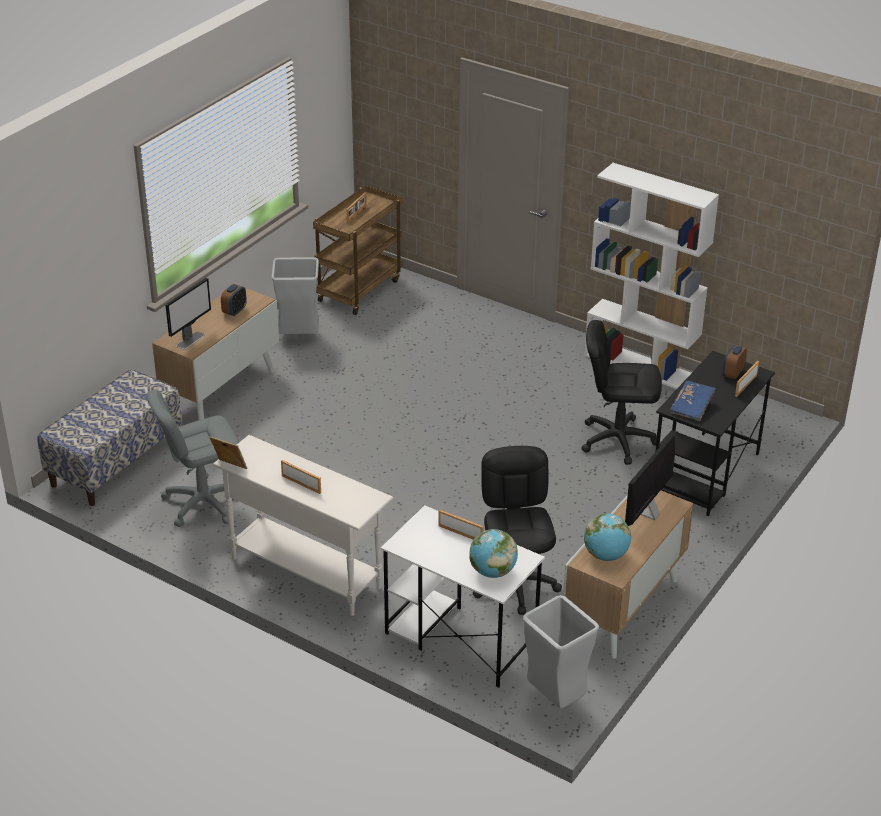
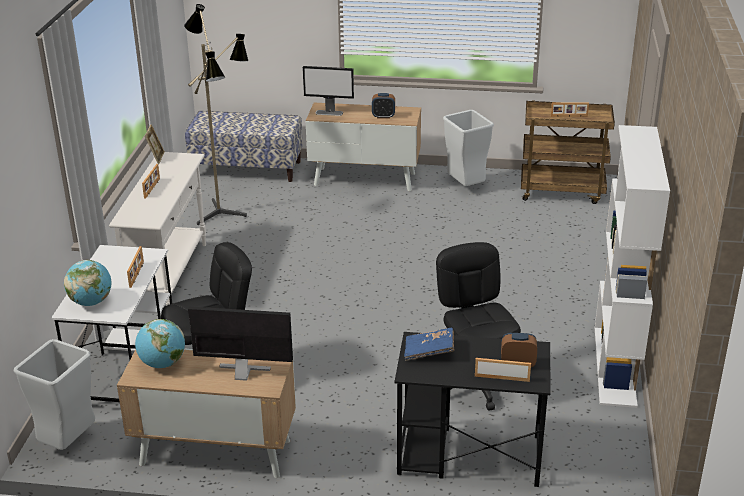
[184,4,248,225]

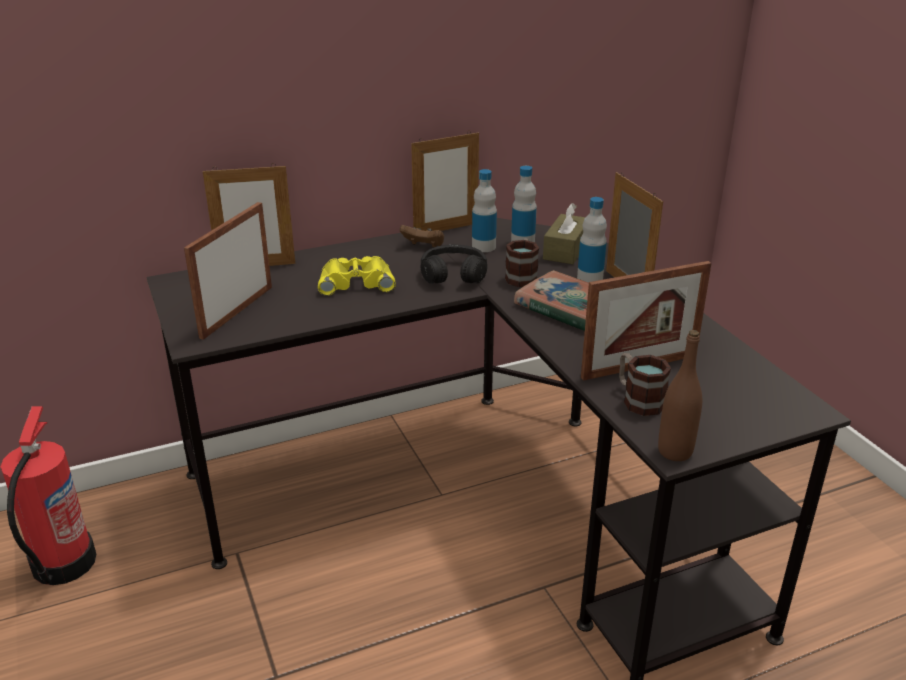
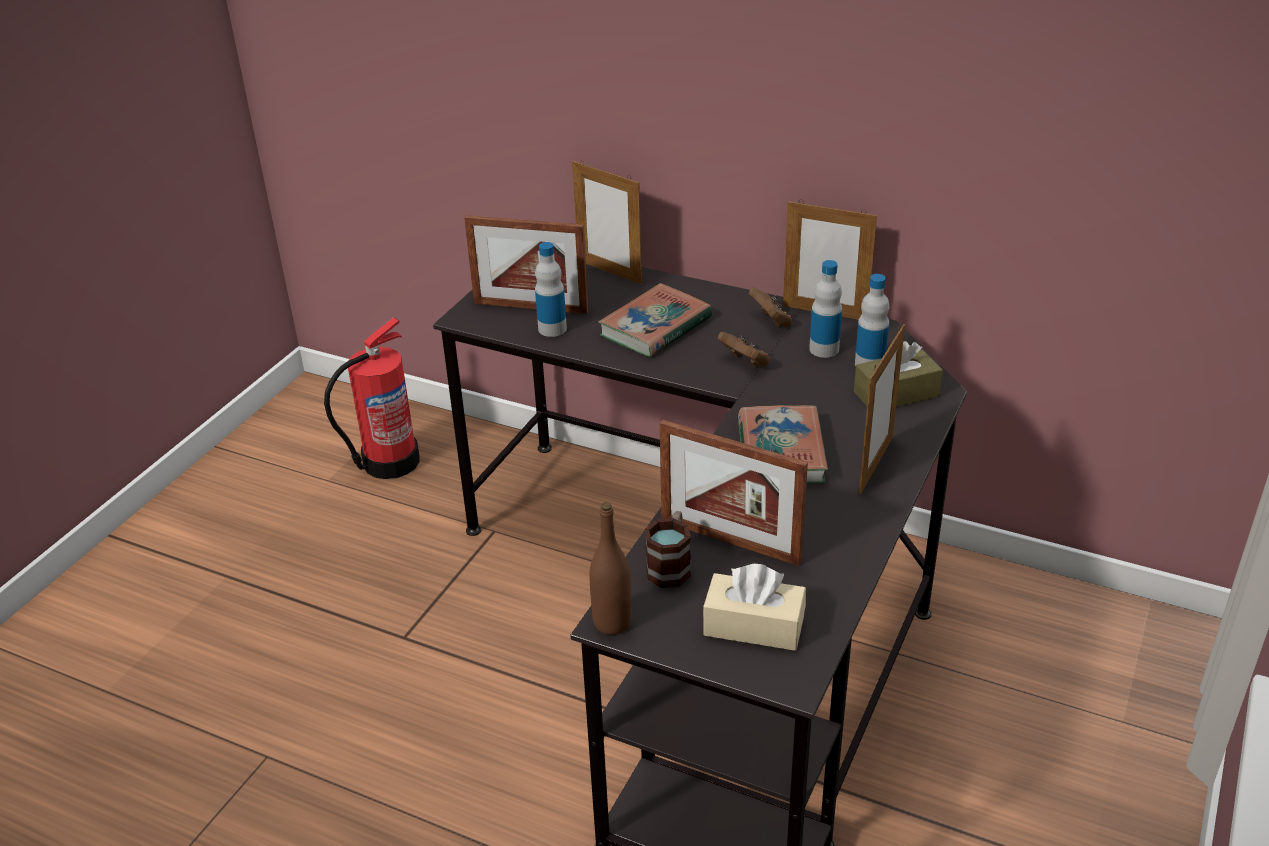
[505,238,539,287] (first image)
[703,564,806,651]
[535,242,567,337]
[598,283,712,357]
[717,332,770,368]
[464,215,588,314]

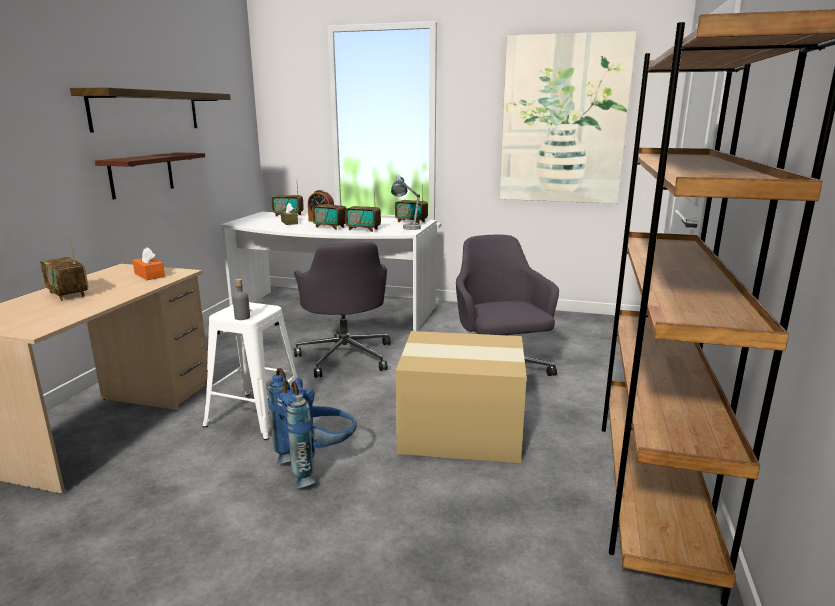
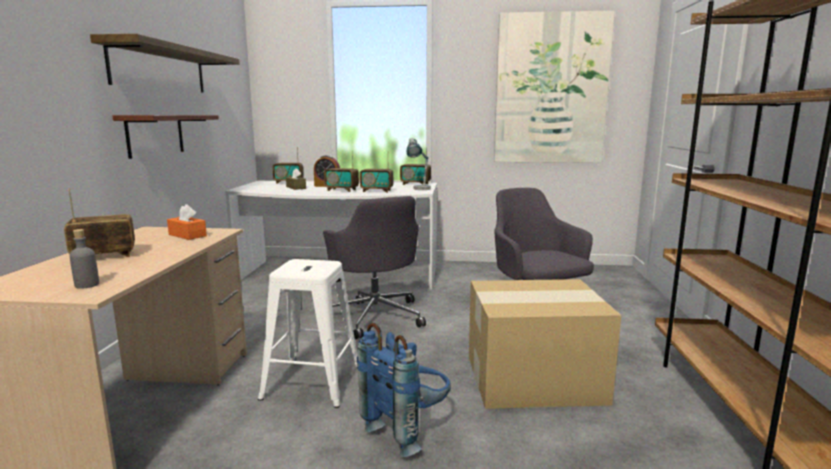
[69,229,99,289]
[64,189,135,257]

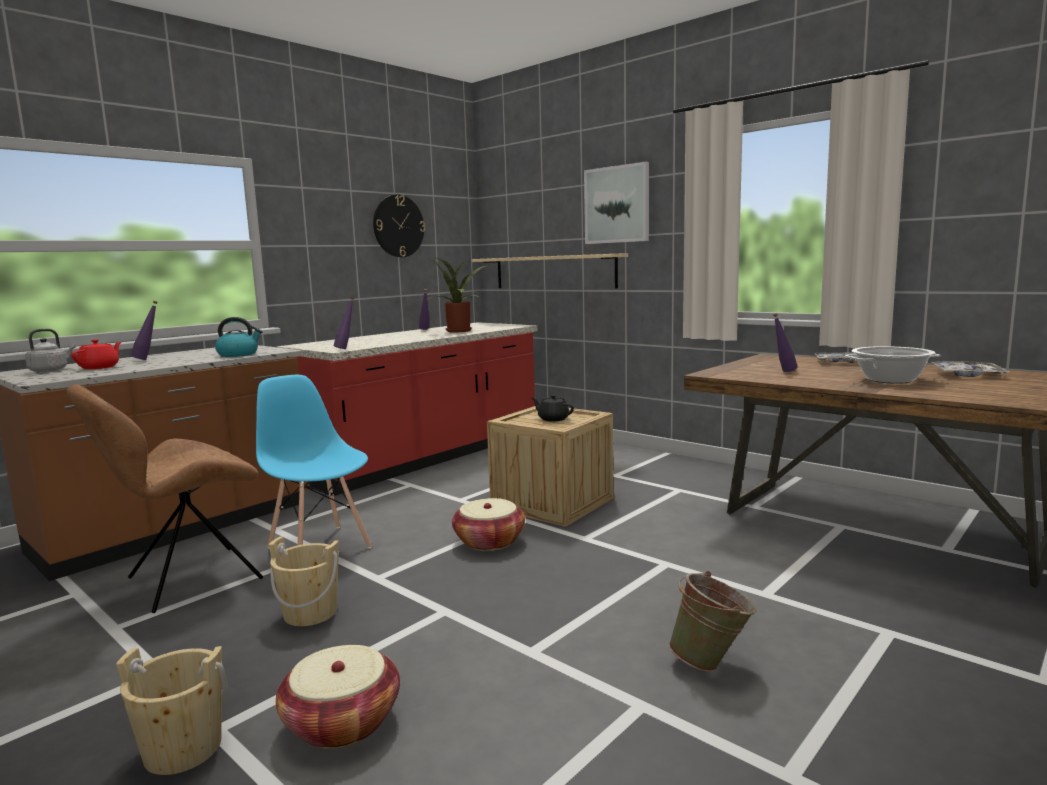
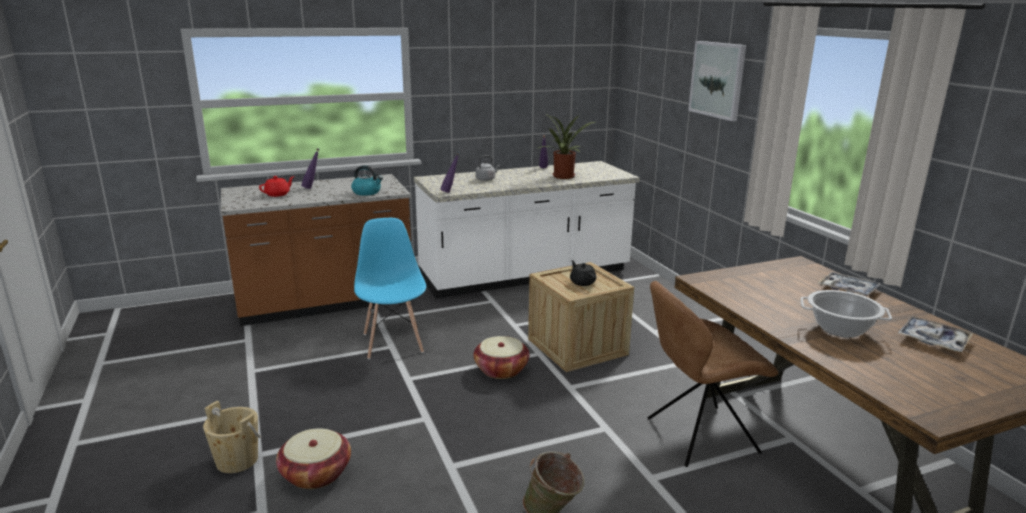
[268,536,339,626] (first image)
[373,194,425,257] (first image)
[472,253,628,288] (first image)
[773,313,798,372] (first image)
[475,155,500,181]
[648,281,778,467]
[414,161,640,298]

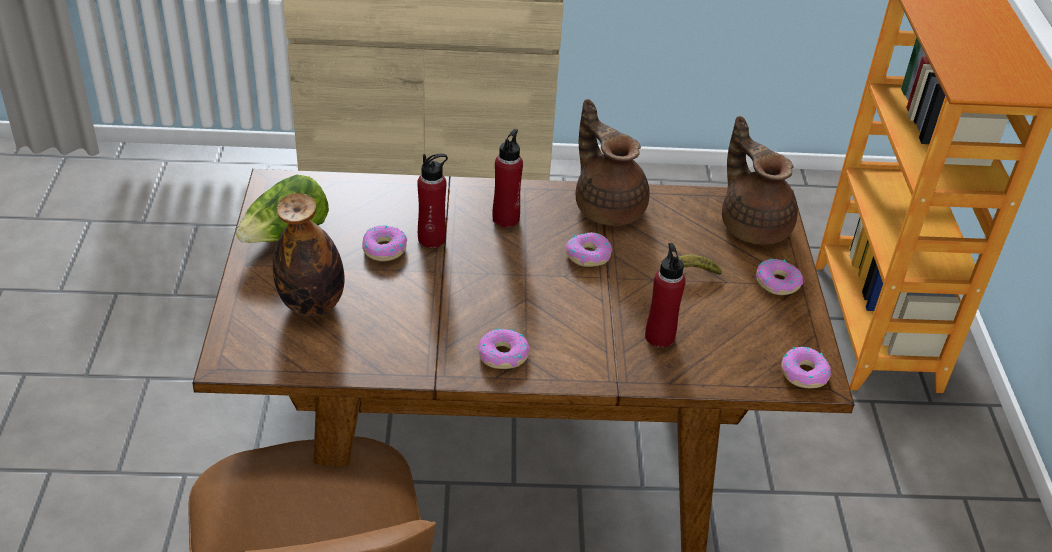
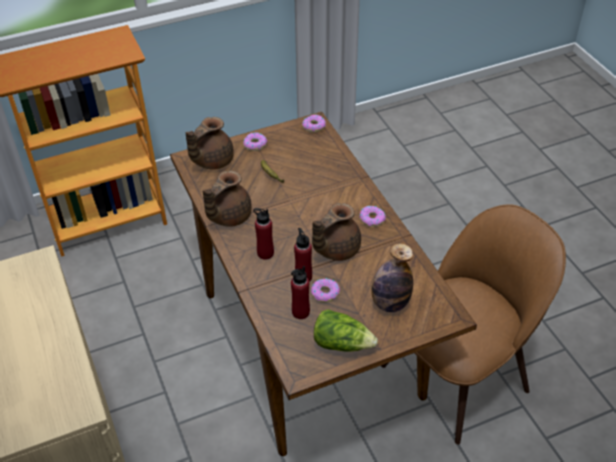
[566,232,612,267] (first image)
[312,203,361,261]
[291,266,310,319]

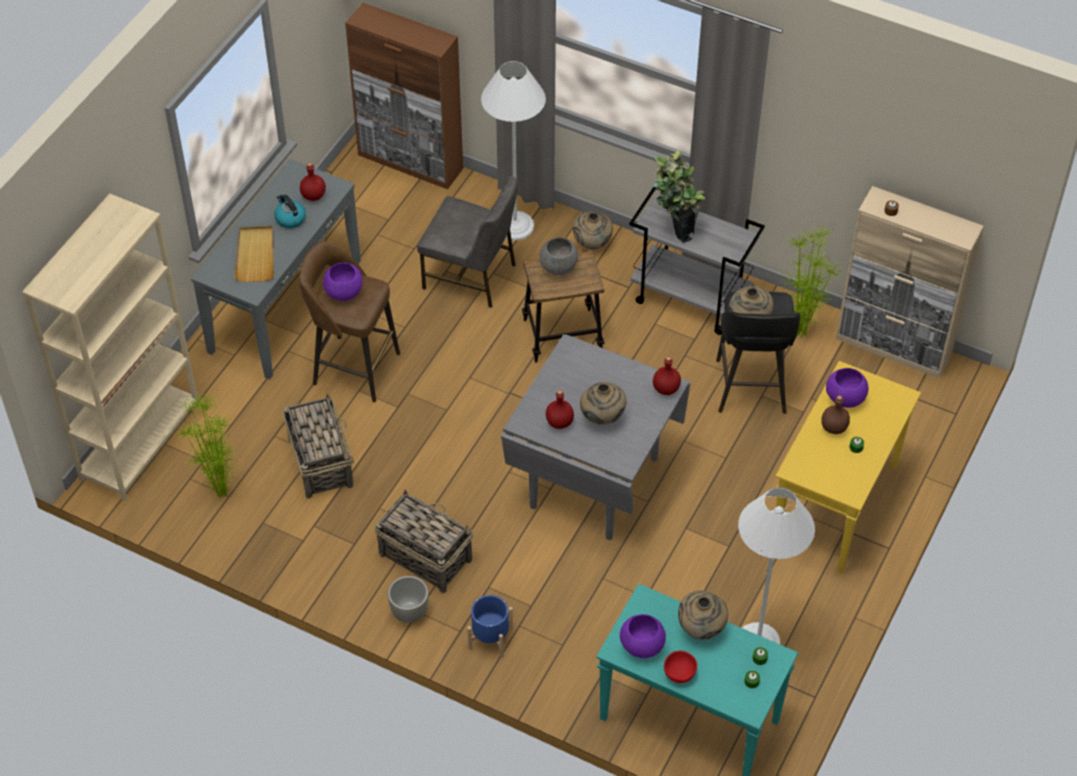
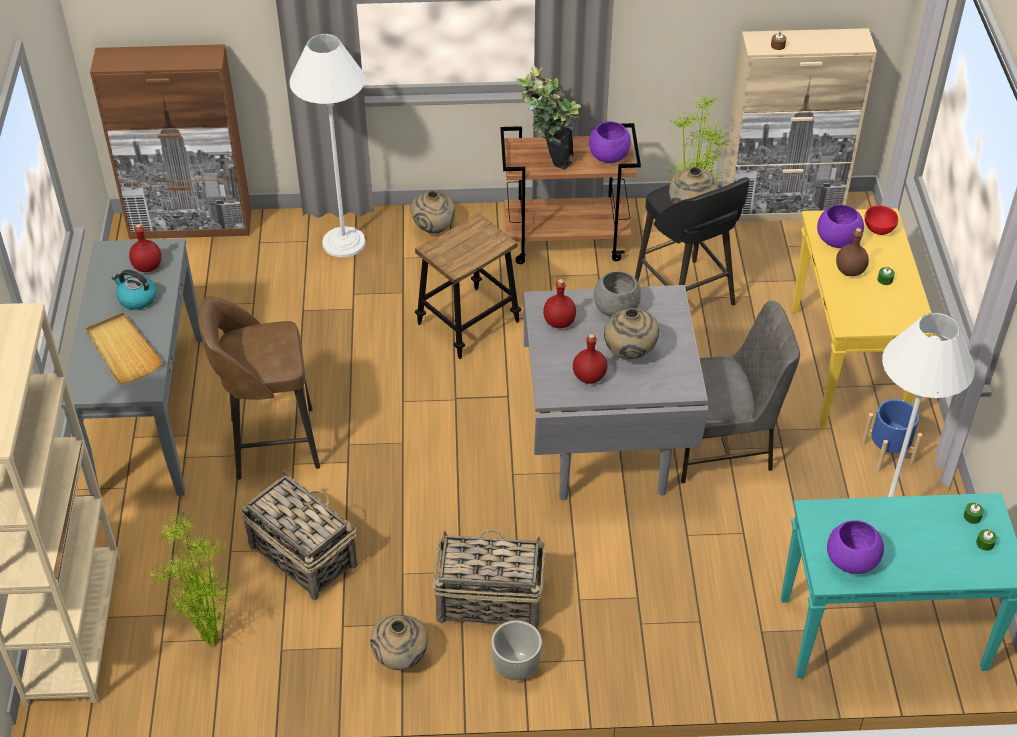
[589,121,631,163]
[678,300,800,483]
[862,399,922,471]
[594,271,641,317]
[543,279,576,328]
[865,206,898,235]
[370,614,428,670]
[500,123,641,264]

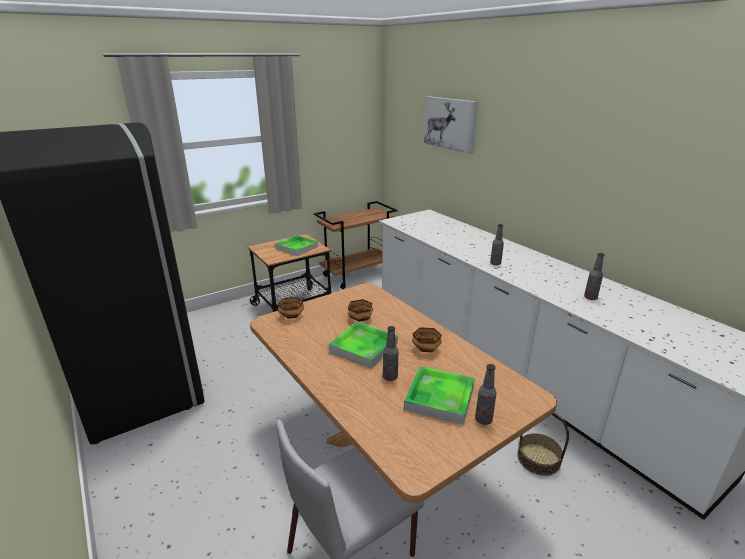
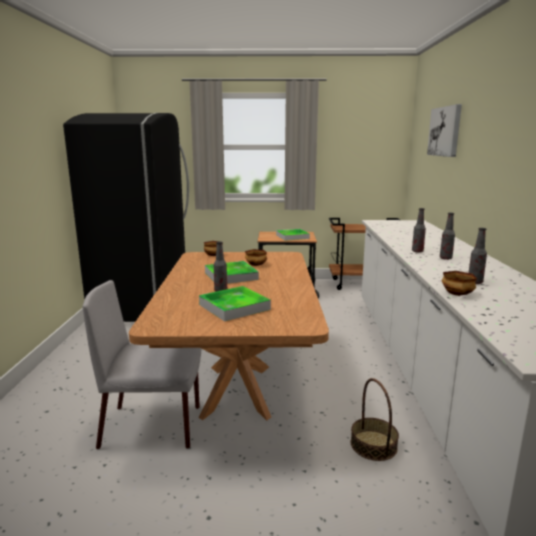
[442,271,477,296]
[440,213,455,260]

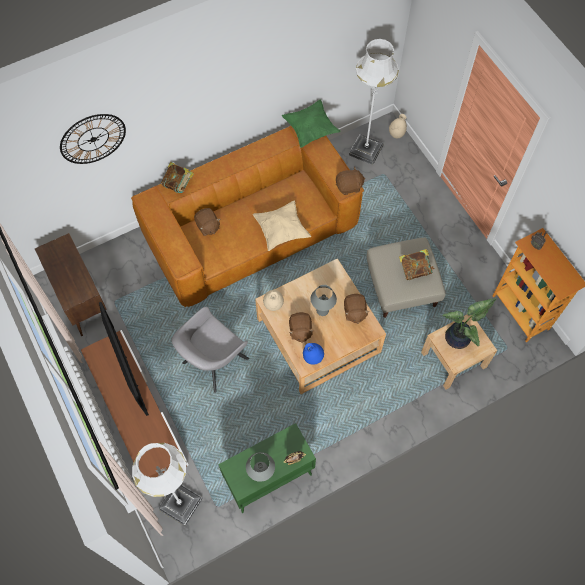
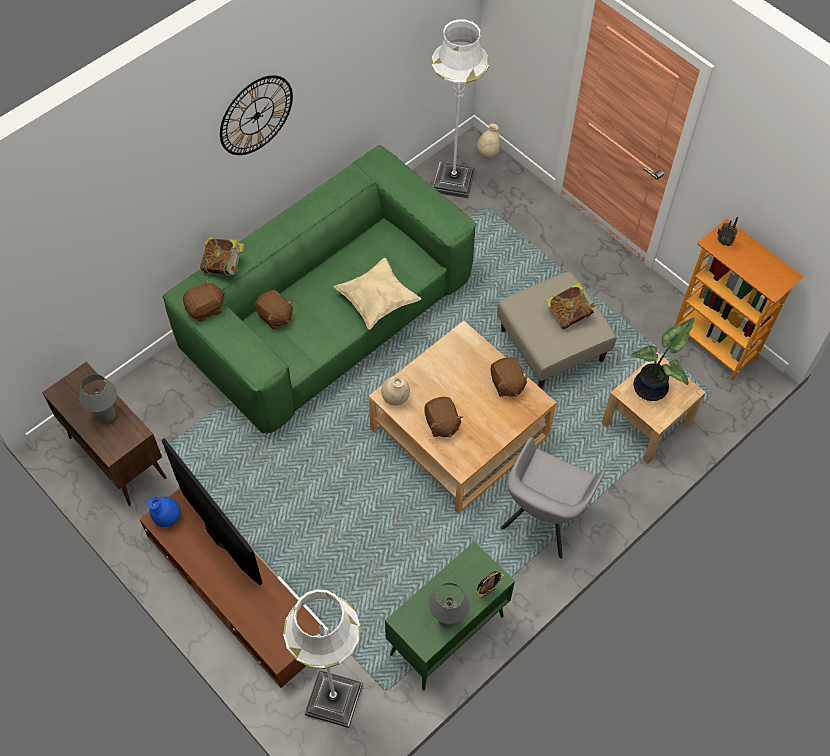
[282,99,341,148] (first image)
[220,75,293,155]
[501,437,605,559]
[148,497,181,527]
[79,374,117,423]
[183,279,225,322]
[162,145,477,435]

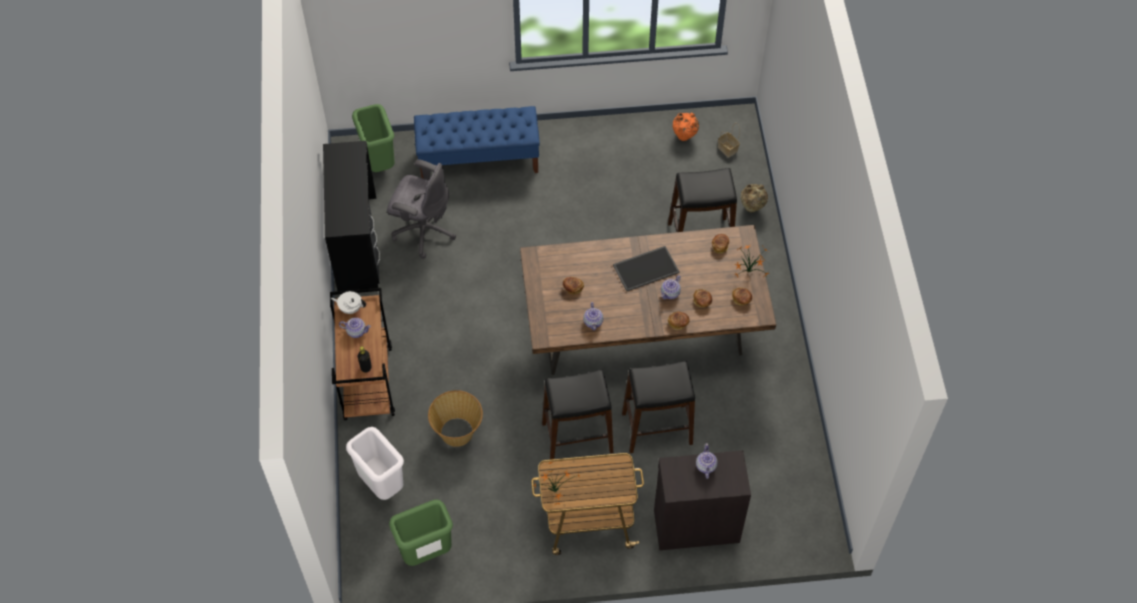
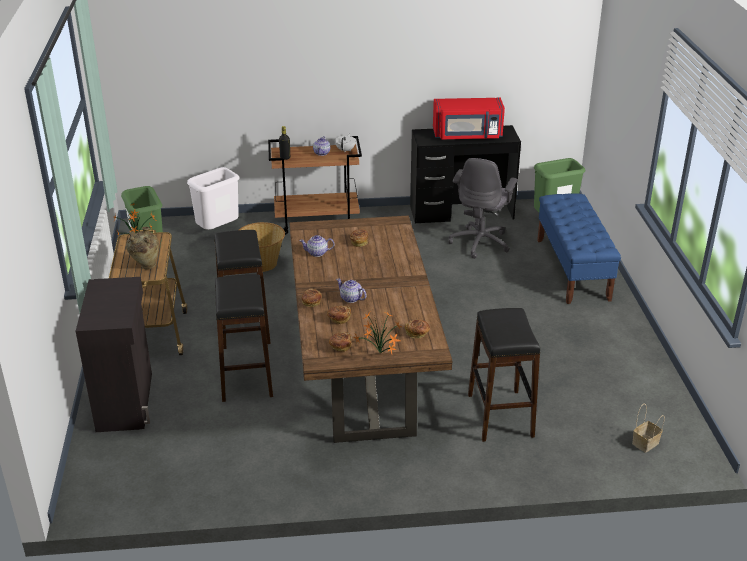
[613,246,680,291] (first image)
[673,113,699,141] (first image)
[696,443,718,479] (first image)
[433,98,505,139]
[126,227,159,269]

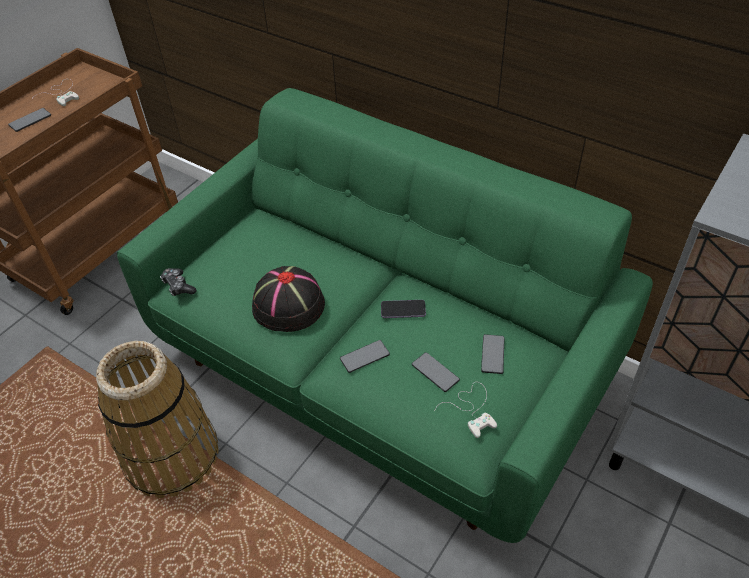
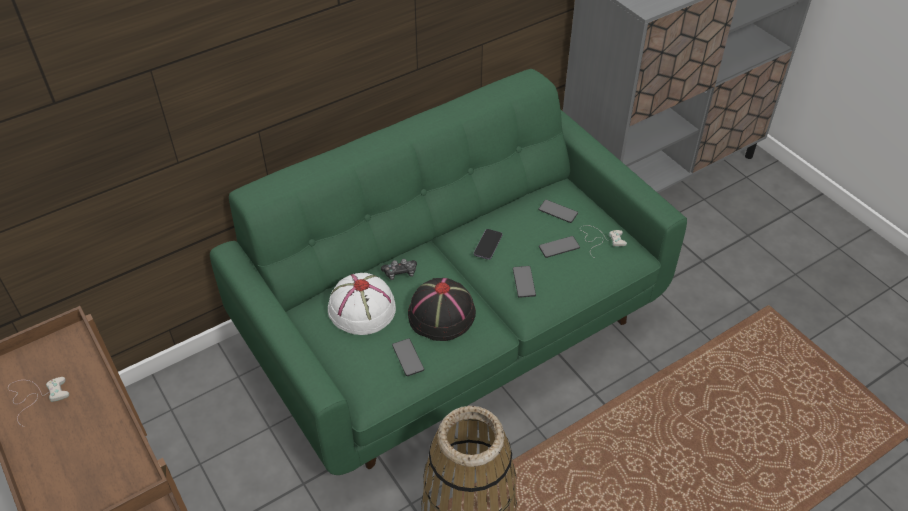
[328,273,396,335]
[392,338,424,376]
[381,259,417,280]

